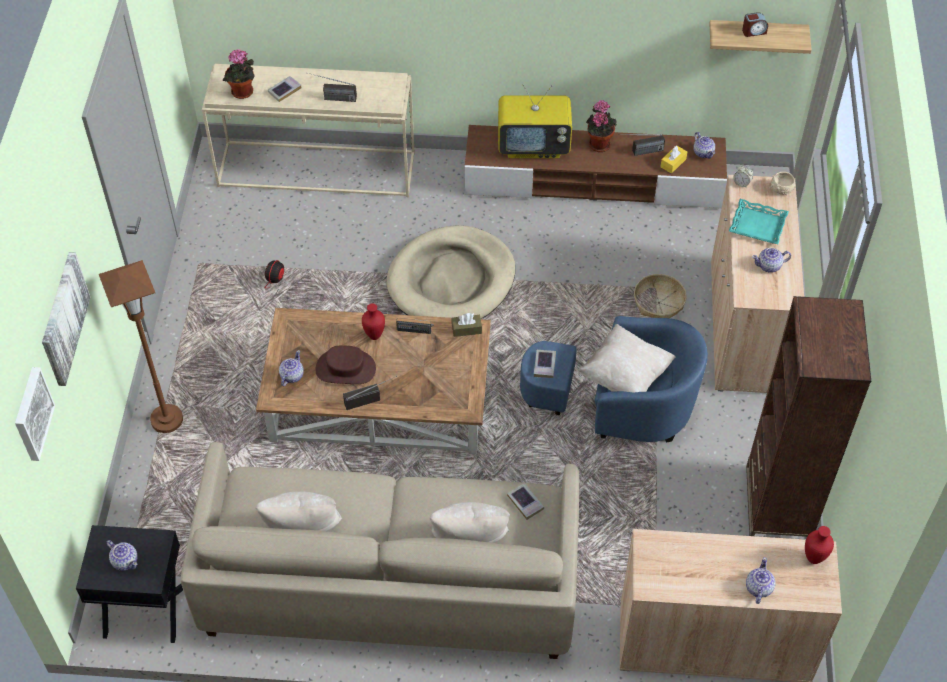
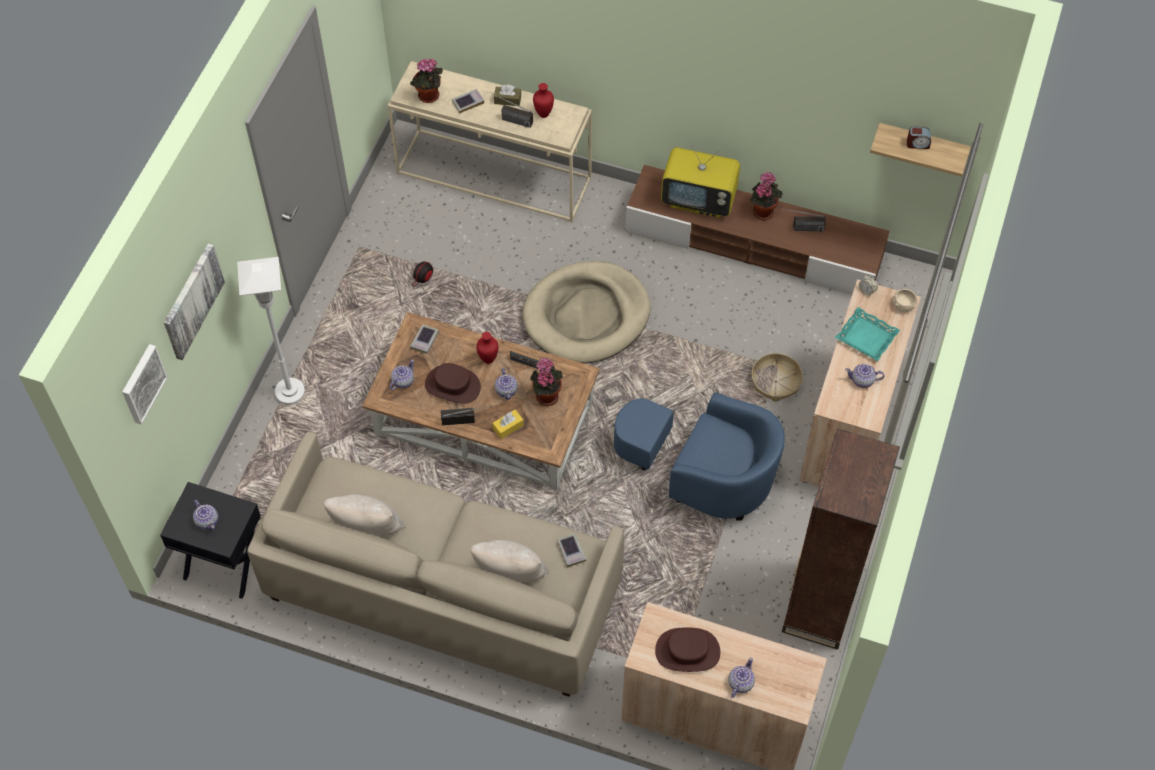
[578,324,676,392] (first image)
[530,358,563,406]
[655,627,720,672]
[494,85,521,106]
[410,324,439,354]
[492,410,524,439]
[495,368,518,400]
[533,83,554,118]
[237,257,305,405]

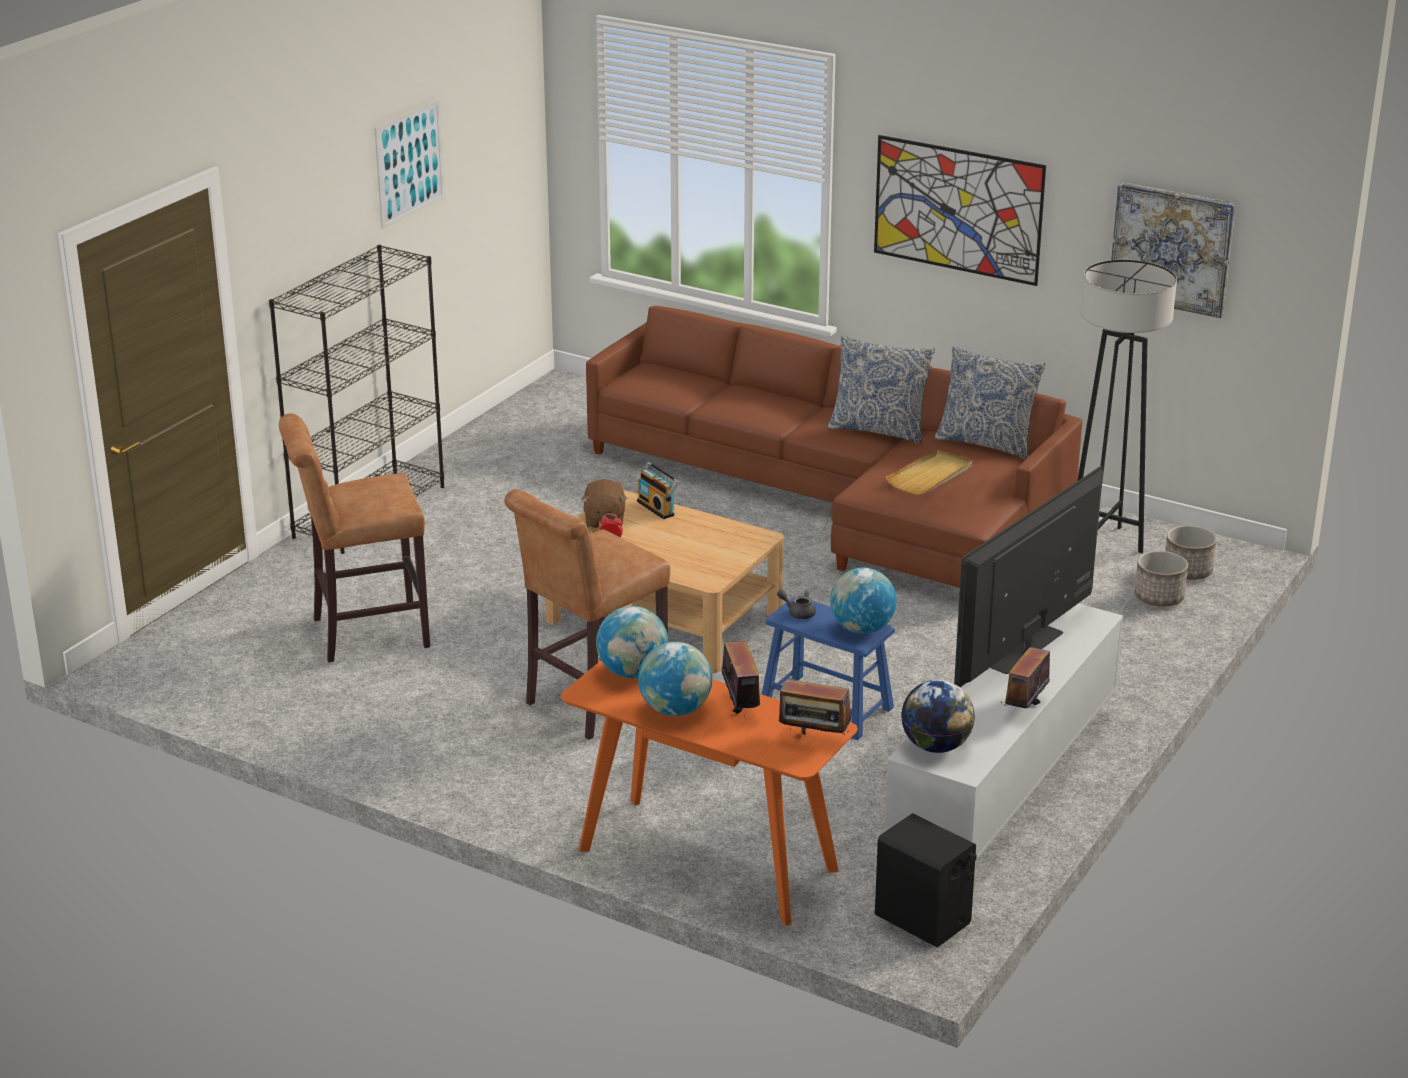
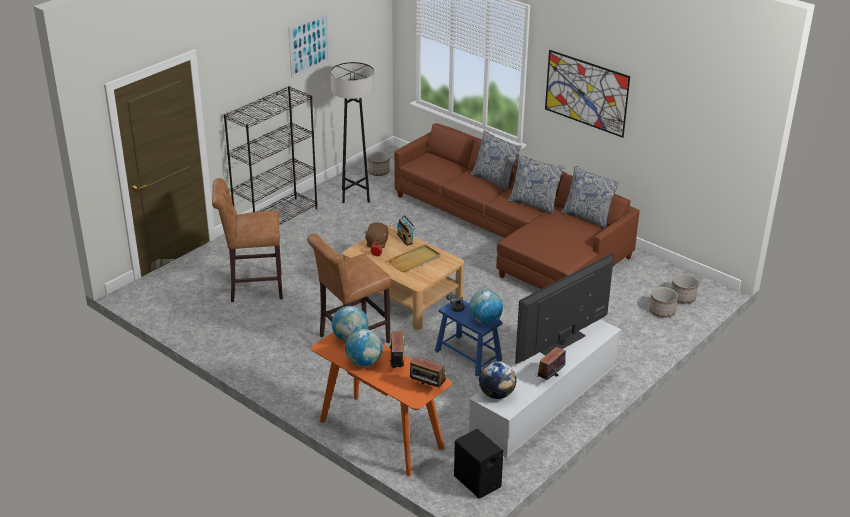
[1111,182,1236,318] (first image)
[368,152,390,176]
[471,130,521,192]
[389,245,440,272]
[330,62,375,203]

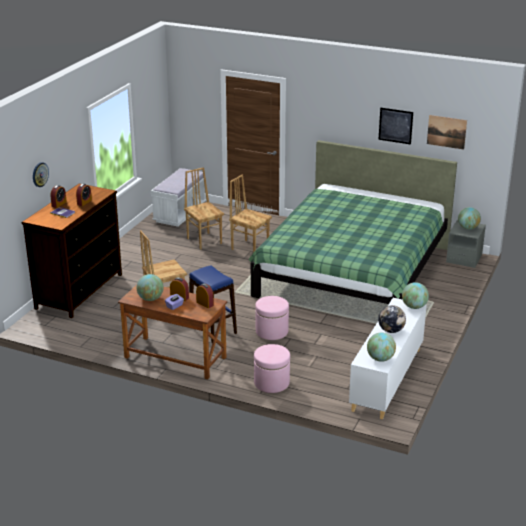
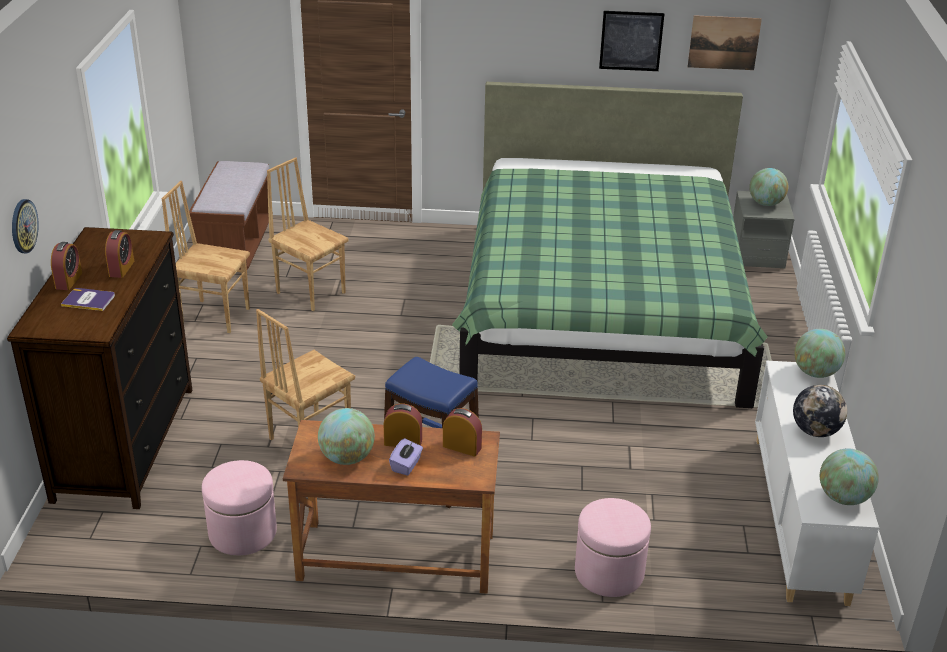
[162,181,250,333]
[202,460,277,556]
[189,161,273,270]

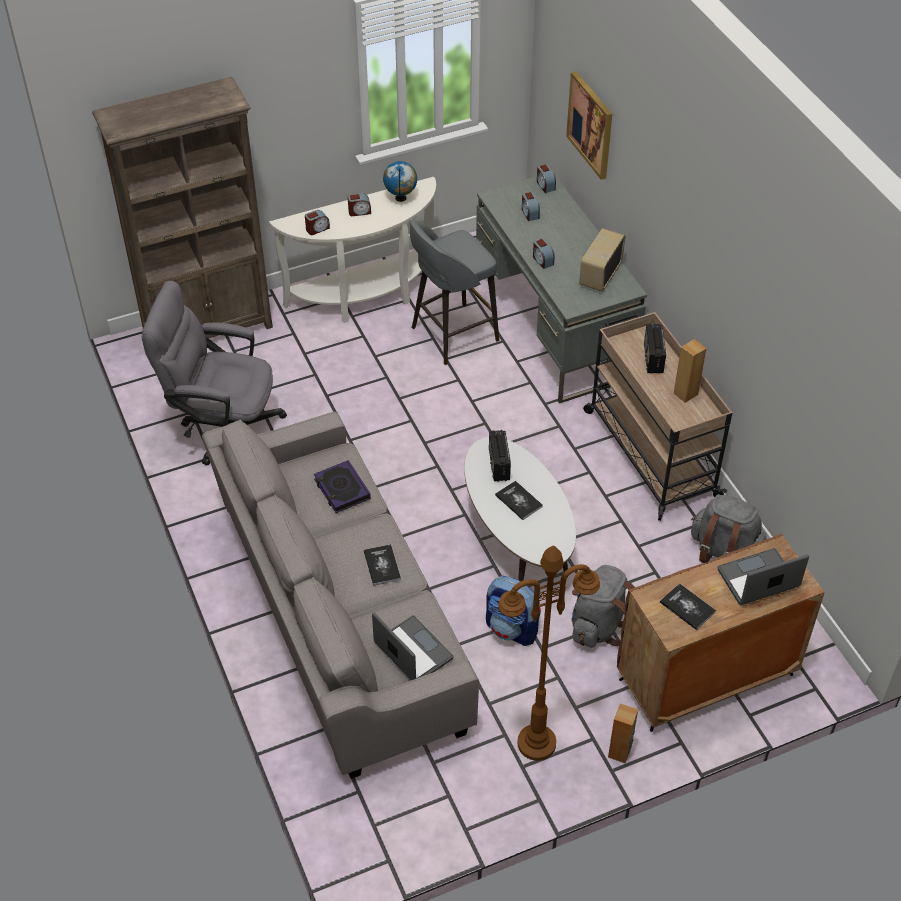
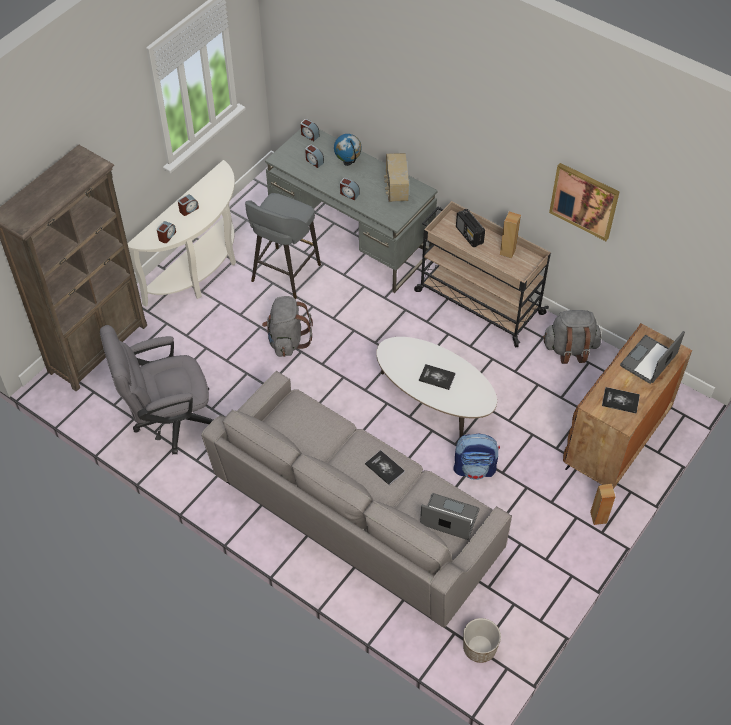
[314,460,371,513] (first image)
[489,430,511,482] (first image)
[498,546,600,761] (first image)
[463,618,501,663]
[334,134,362,166]
[549,163,619,241]
[262,296,313,357]

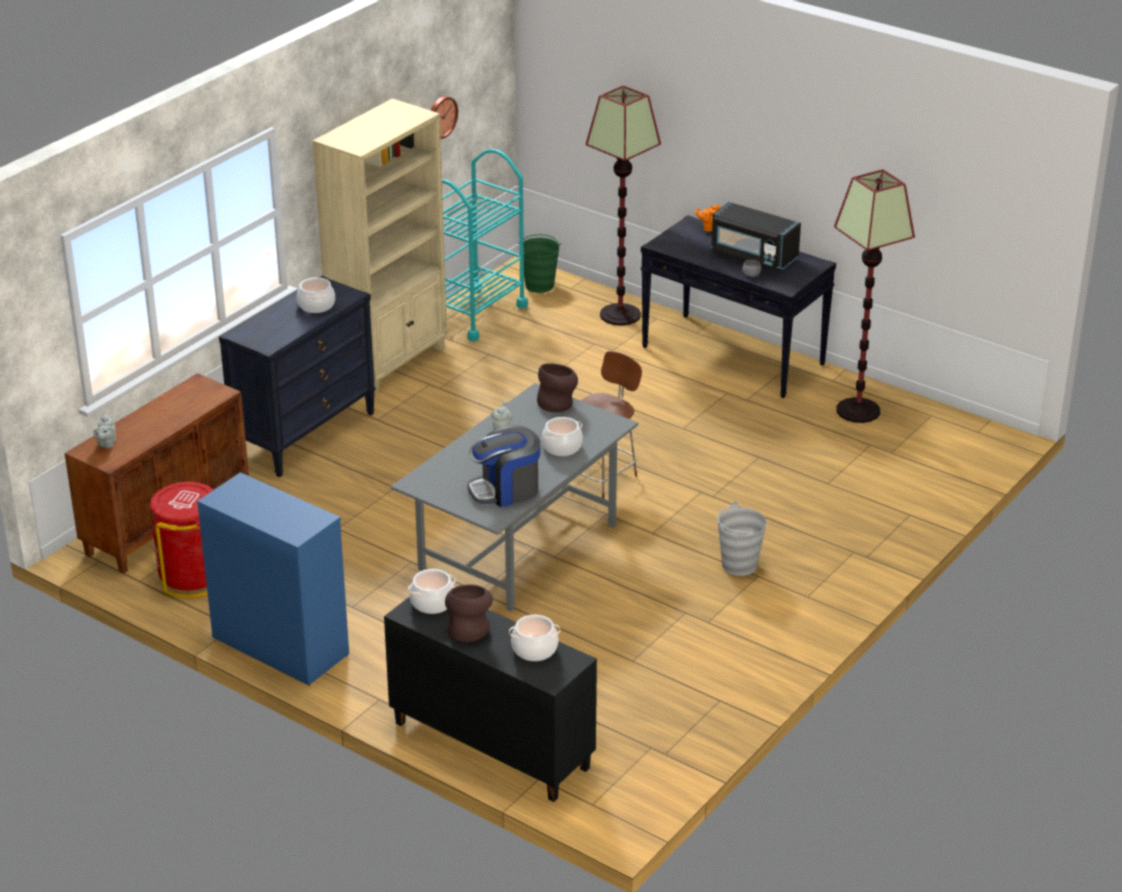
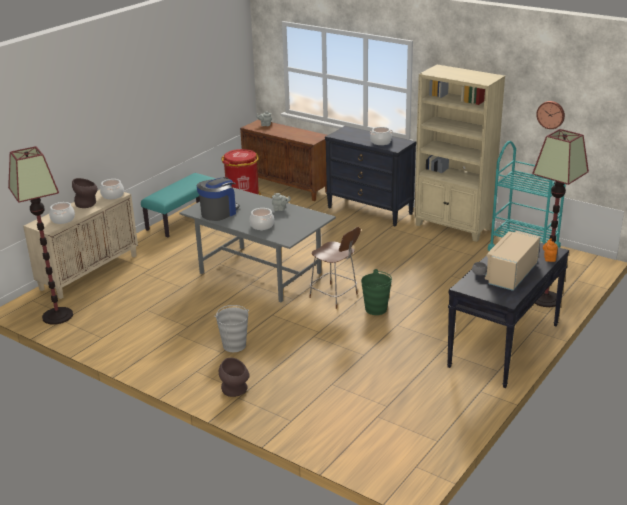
[361,269,392,315]
[219,358,250,397]
[8,146,73,324]
[141,173,216,237]
[23,190,138,299]
[485,231,540,291]
[197,177,240,221]

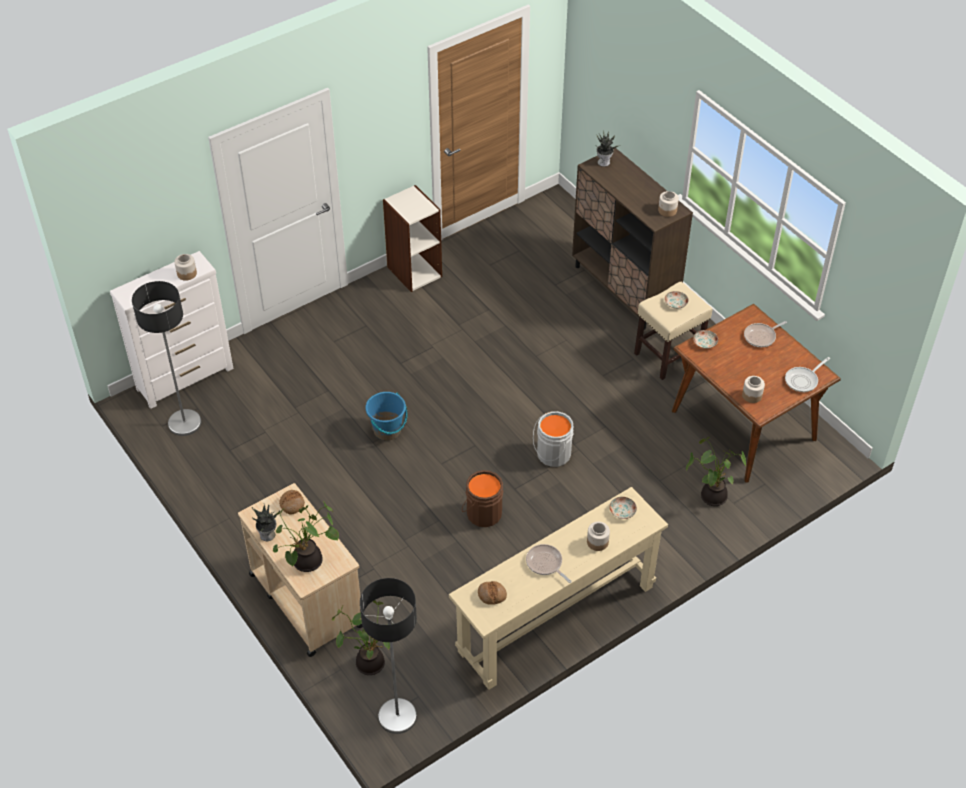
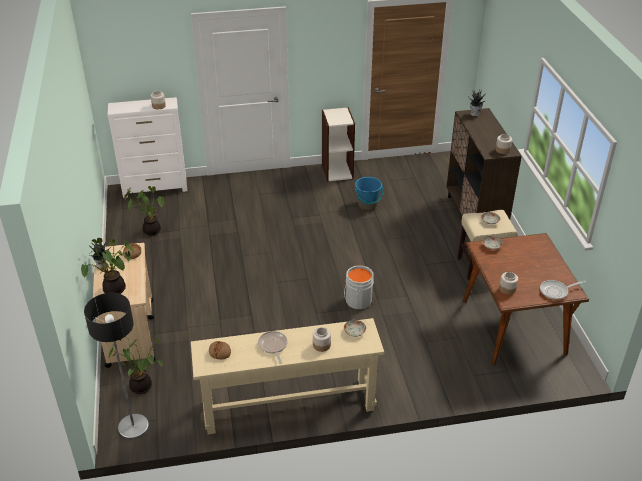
[132,281,202,436] (first image)
[462,470,503,527] (first image)
[744,321,787,347] (first image)
[355,177,384,210]
[124,186,166,236]

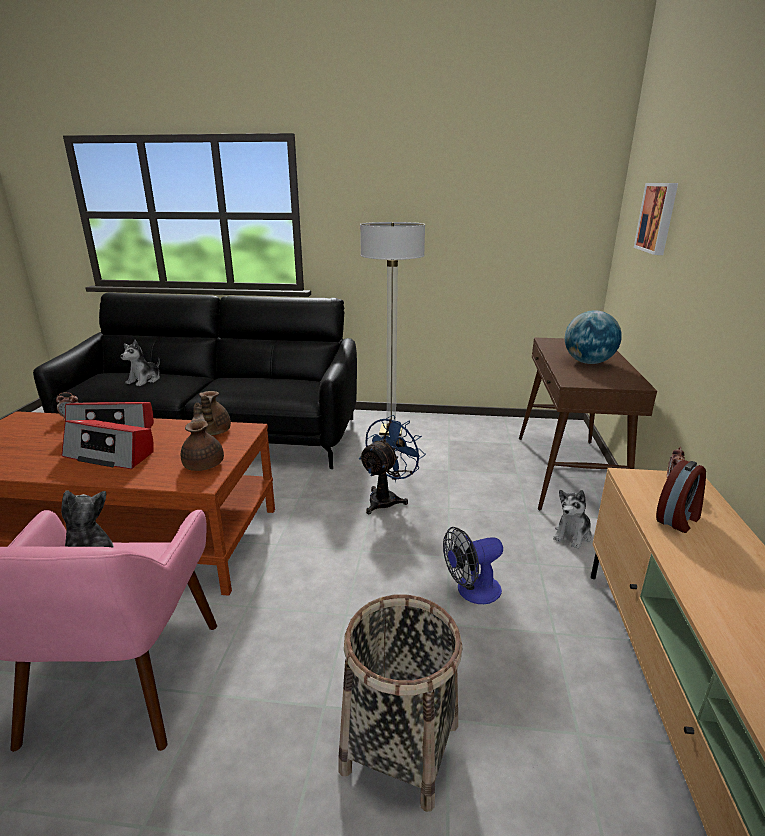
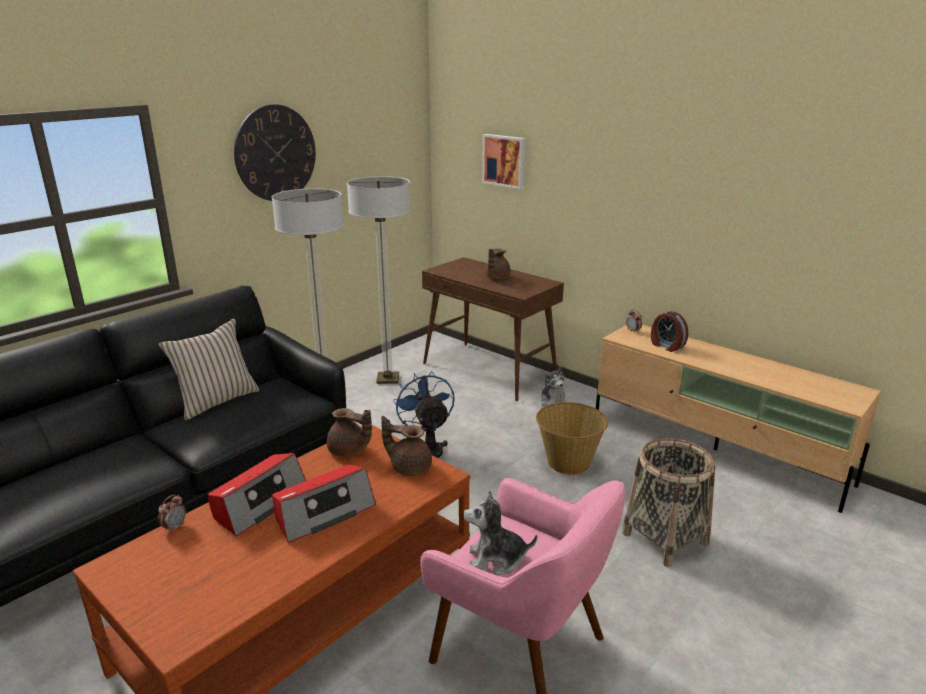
[121,340,160,386] (first image)
[158,319,260,420]
[234,104,316,201]
[347,176,411,384]
[536,402,608,475]
[485,248,511,279]
[651,311,688,352]

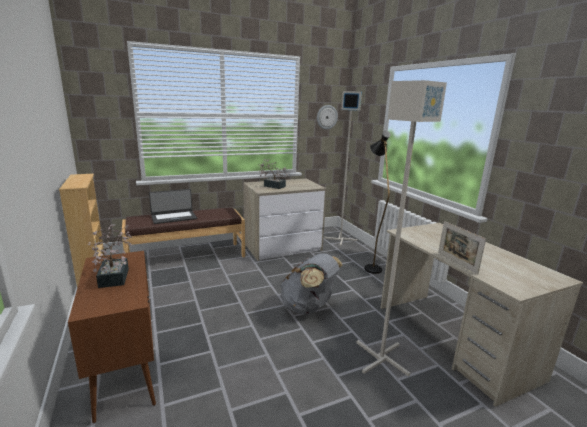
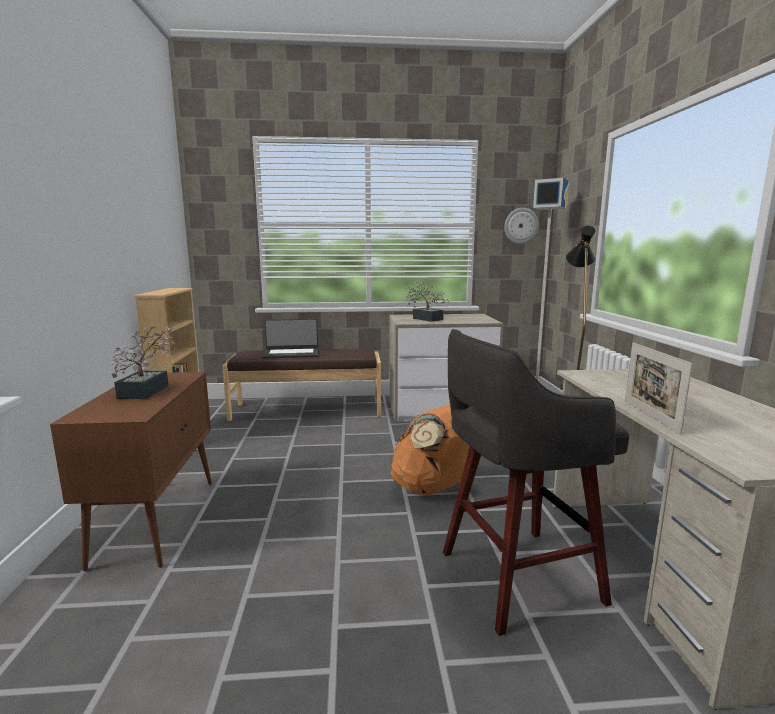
[443,329,629,636]
[390,405,470,495]

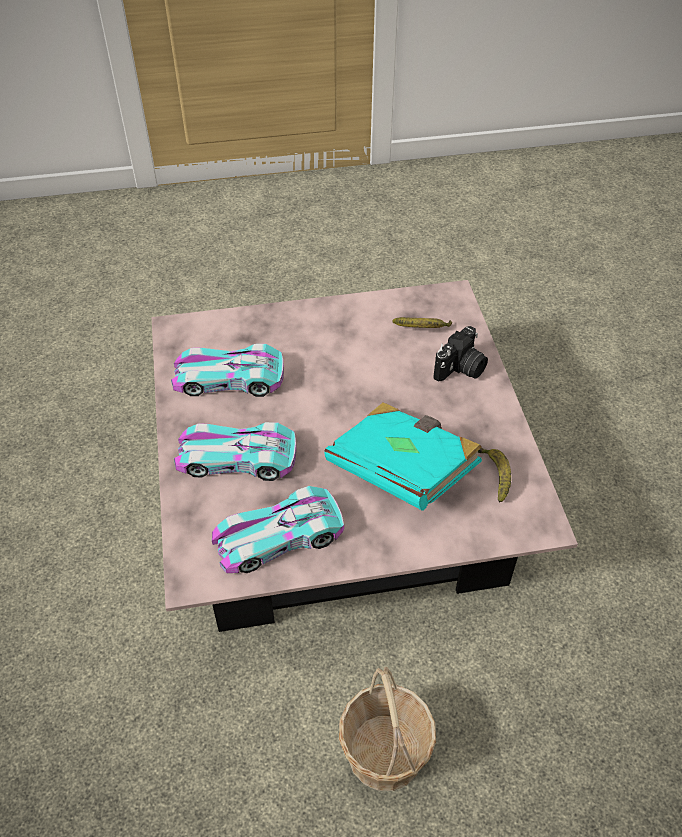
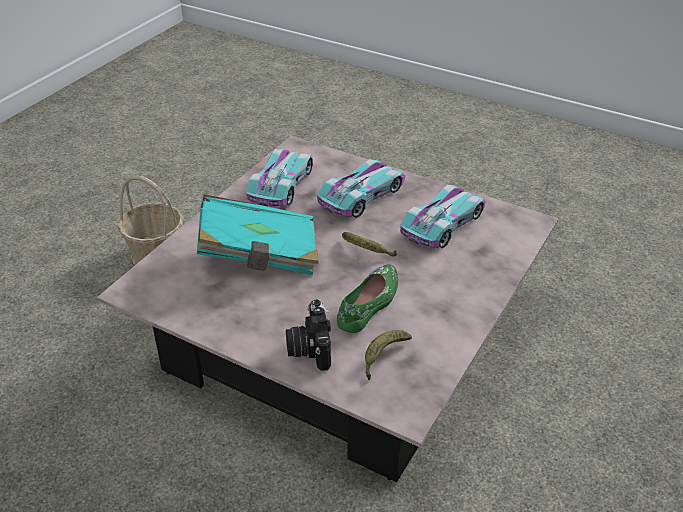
[337,265,398,333]
[342,232,397,257]

